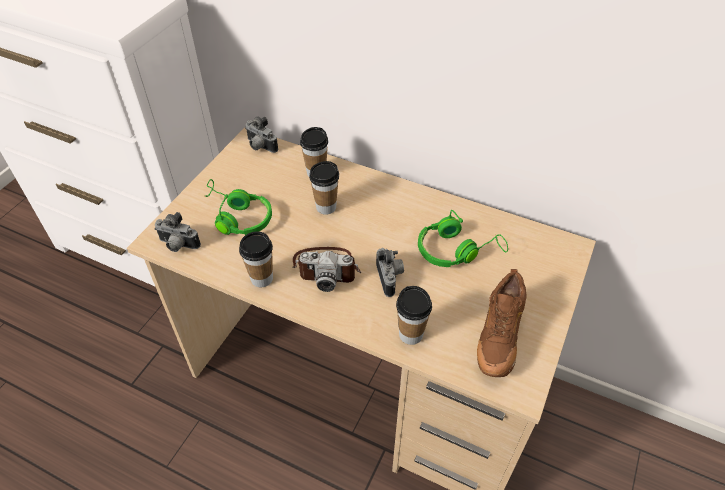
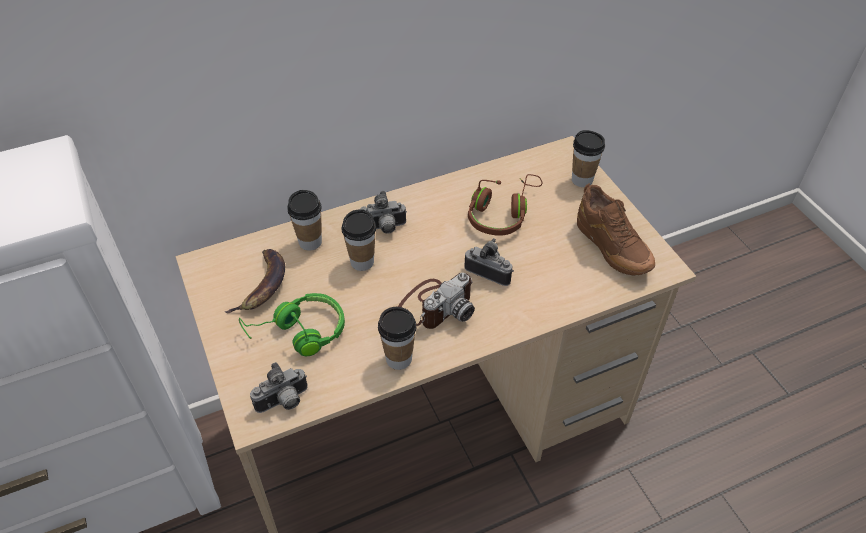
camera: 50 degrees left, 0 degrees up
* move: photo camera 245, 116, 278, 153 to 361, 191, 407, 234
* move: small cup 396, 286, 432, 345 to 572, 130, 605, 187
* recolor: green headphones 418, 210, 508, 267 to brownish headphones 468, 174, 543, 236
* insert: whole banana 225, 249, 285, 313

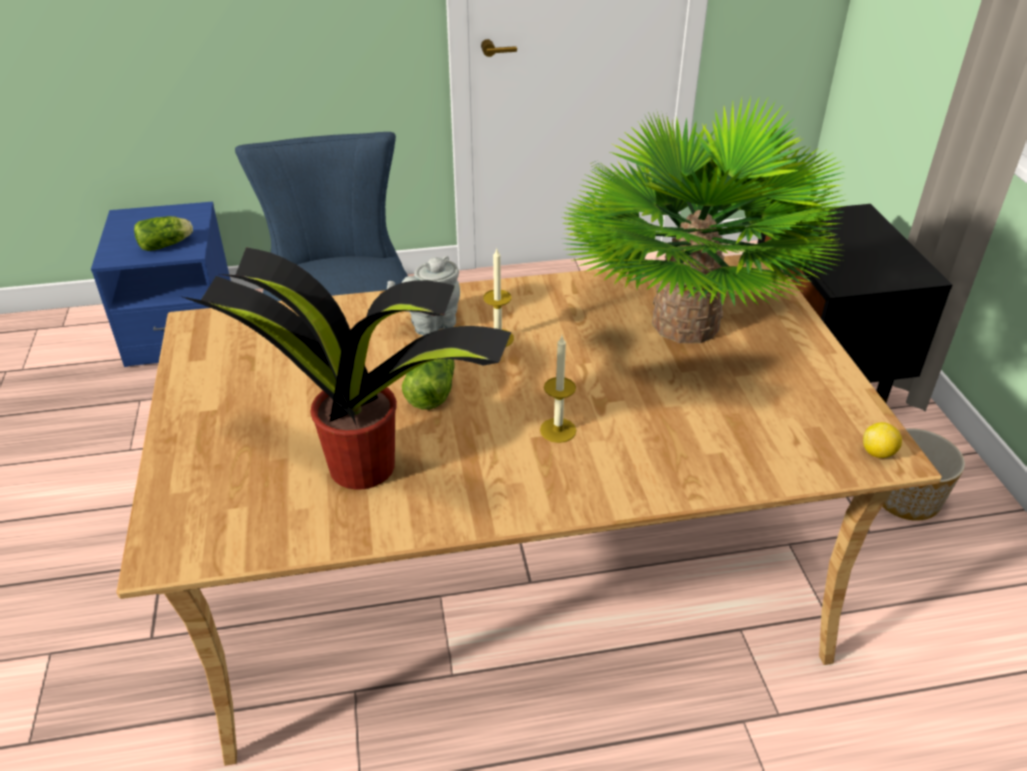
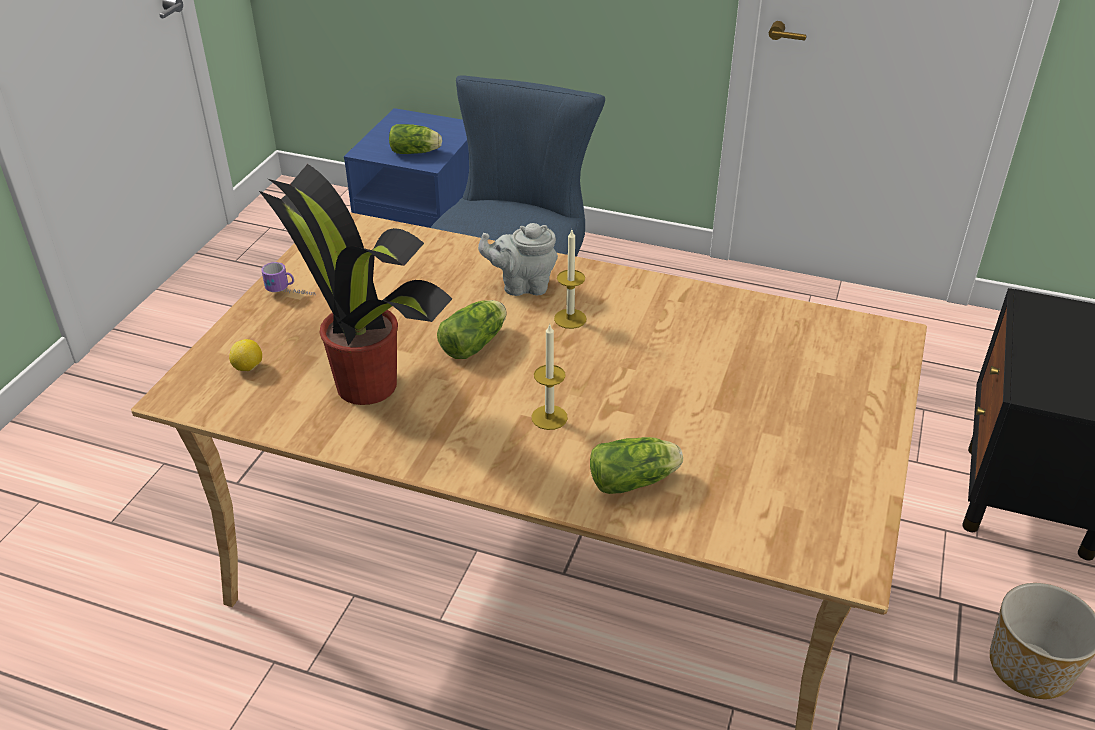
camera: 30 degrees right, 0 degrees up
* delete: plant in a pot 562, 96, 845, 343
* move: lemon 863, 422, 902, 458 to 229, 339, 262, 371
* insert: mug 261, 262, 315, 295
* insert: head of lettuce 590, 437, 683, 494

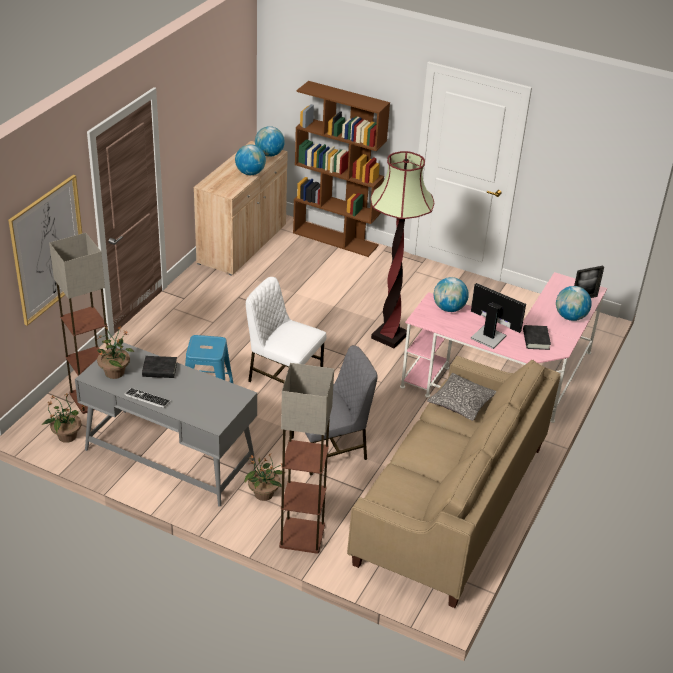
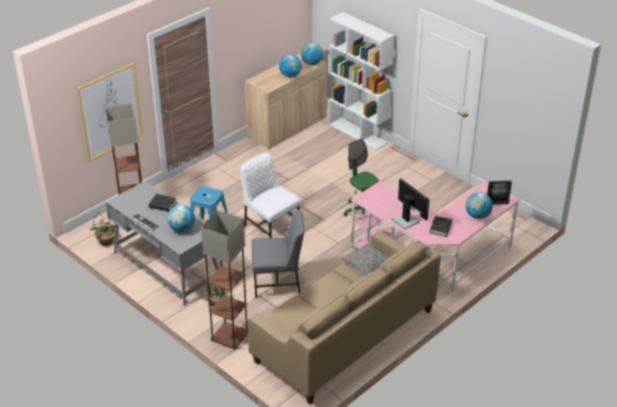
camera: 20 degrees right, 0 degrees up
* delete: plant in a pot 97, 325, 134, 379
* recolor: brownish shelving unit 293, 81, 390, 257 to whitish shelving unit 328, 12, 394, 150
* replace: floor lamp 370, 151, 434, 348 to green office chair 344, 138, 379, 216
* move: globe 434, 277, 469, 312 to 167, 205, 195, 232

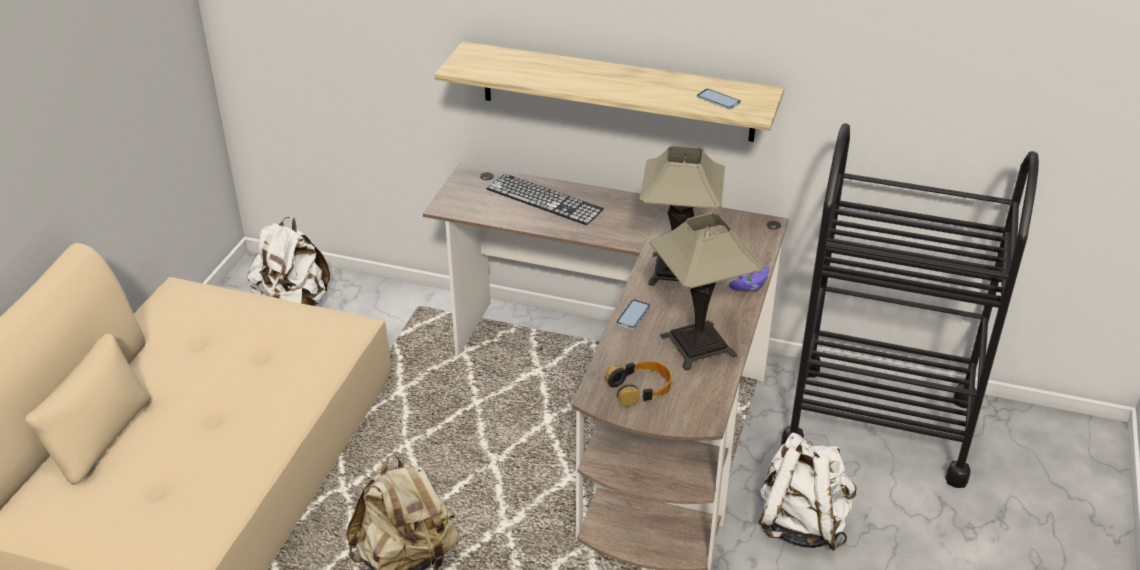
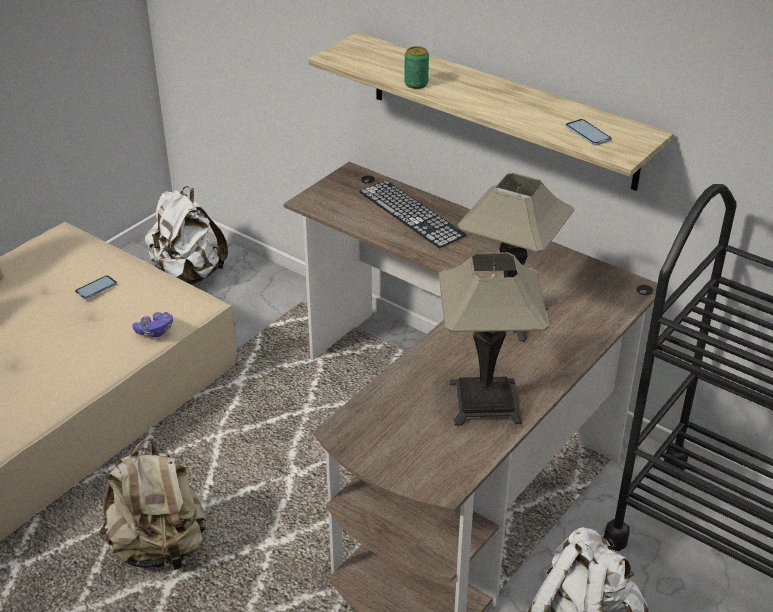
camera: 20 degrees right, 0 degrees up
* delete: headphones 605, 361, 671, 407
* move: telephone 616, 299, 650, 329 to 75, 275, 117, 299
* move: purplish game controller 729, 265, 769, 291 to 132, 312, 173, 337
* insert: can 404, 46, 429, 89

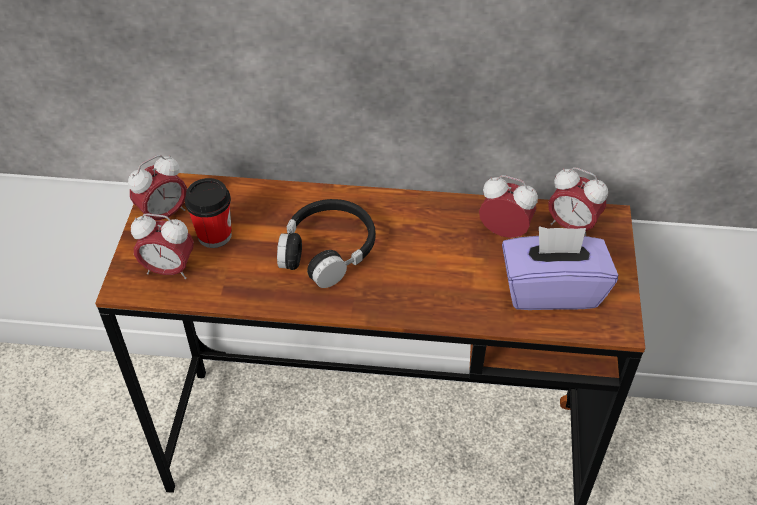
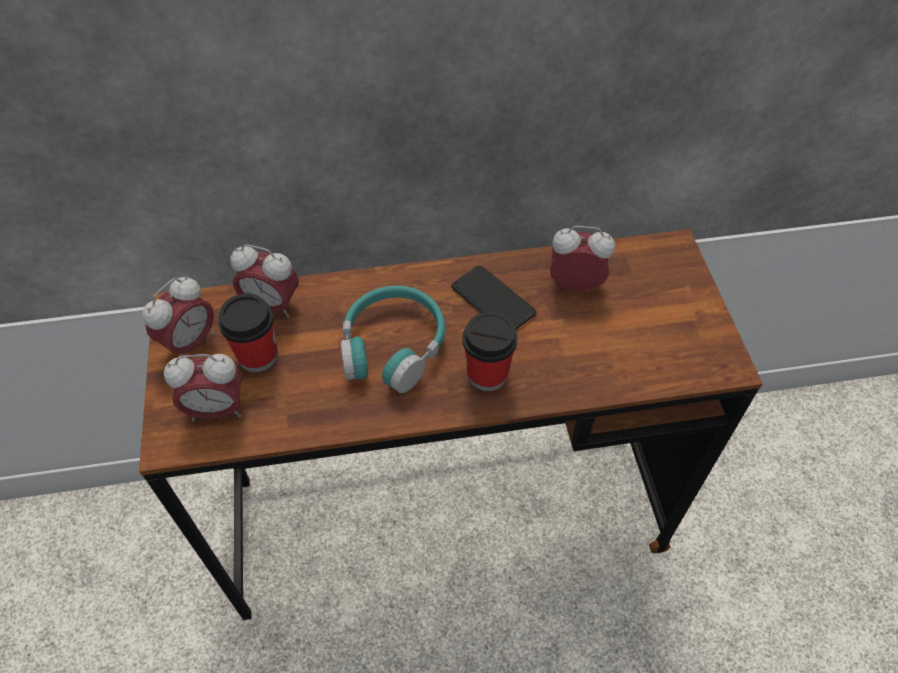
camera: 15 degrees left, 5 degrees up
* recolor: black-coloured headphones 277, 199, 376, 288 to turquoise headphones 341, 286, 446, 393
* delete: purplish tissue holder 502, 226, 618, 310
* move: table clock 548, 167, 608, 236 to 230, 244, 299, 318
* insert: telephone 451, 266, 536, 330
* insert: small cup 462, 312, 518, 391

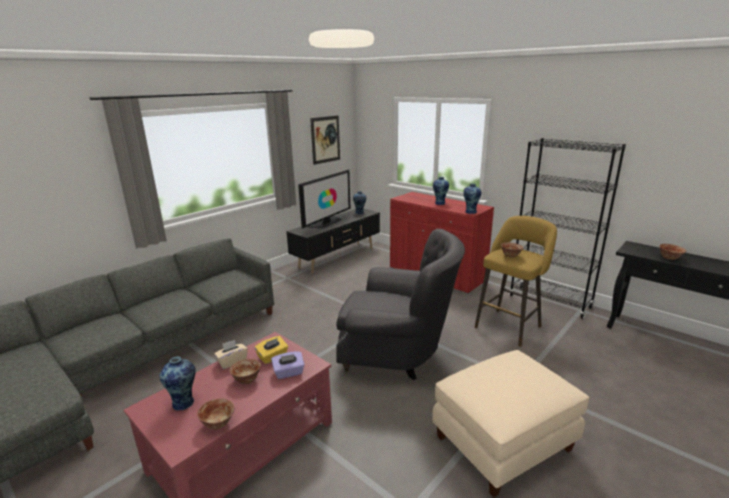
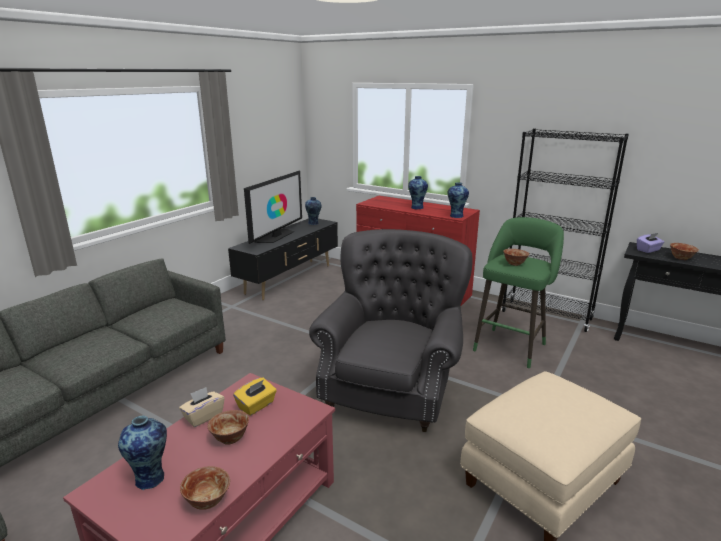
camera: 10 degrees left, 0 degrees up
* move: purplish tissue holder 271, 351, 304, 379 to 637, 233, 664, 253
* delete: wall art 310, 115, 340, 165
* rotate: gray lounge chair 336, 229, 465, 380 = 309, 229, 473, 432 75 degrees counterclockwise
* recolor: yellow sitting stool 475, 216, 557, 346 to green sitting stool 473, 217, 564, 368

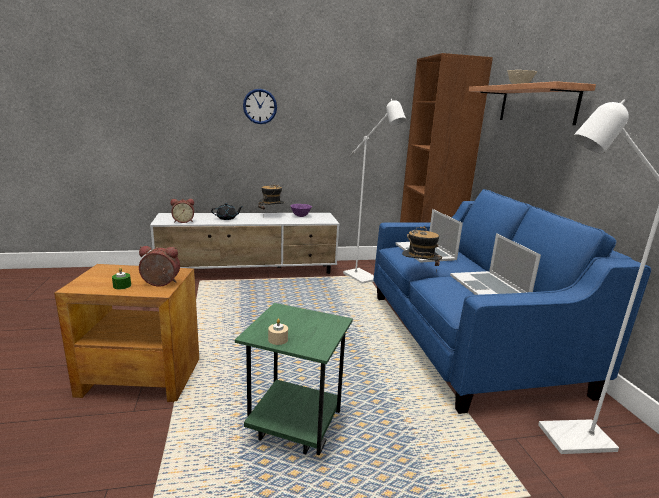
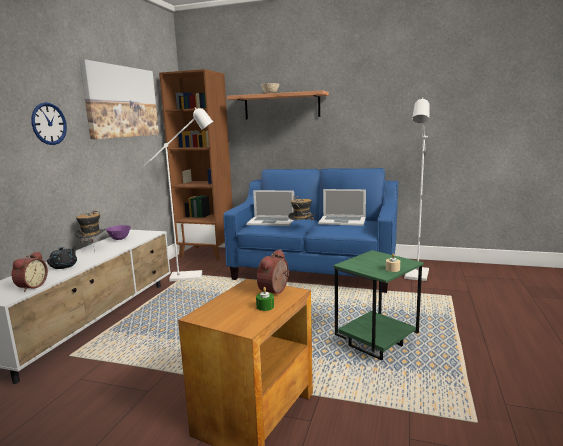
camera: 60 degrees left, 5 degrees down
* insert: wall art 80, 59, 159, 139

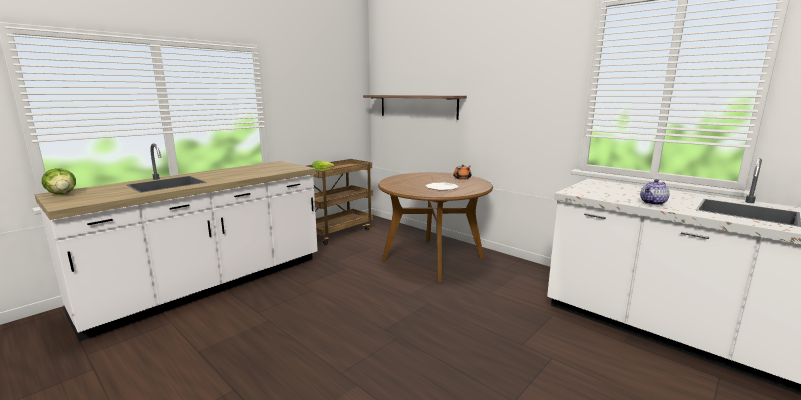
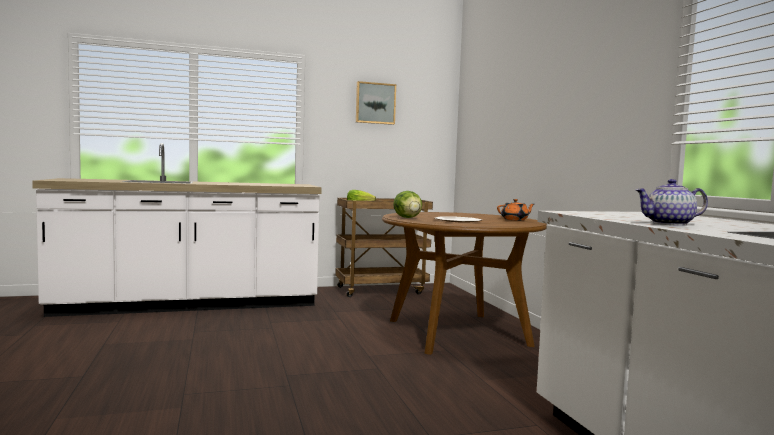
camera: 30 degrees right, 10 degrees down
* move: head of lettuce 42, 168, 76, 194 to 393, 191, 422, 218
* delete: wall shelf 363, 95, 467, 120
* insert: wall art 356, 81, 396, 125

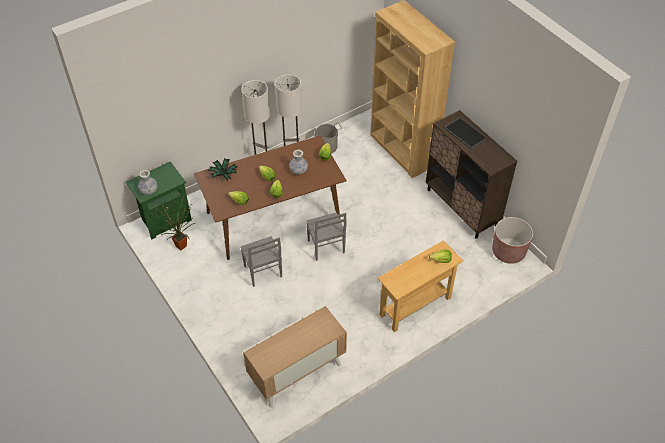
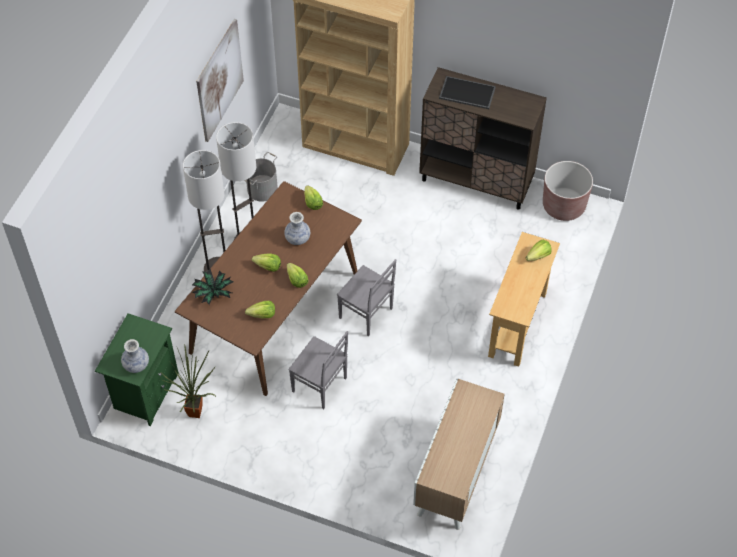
camera: 35 degrees left, 5 degrees up
* insert: wall art 196, 19, 244, 142

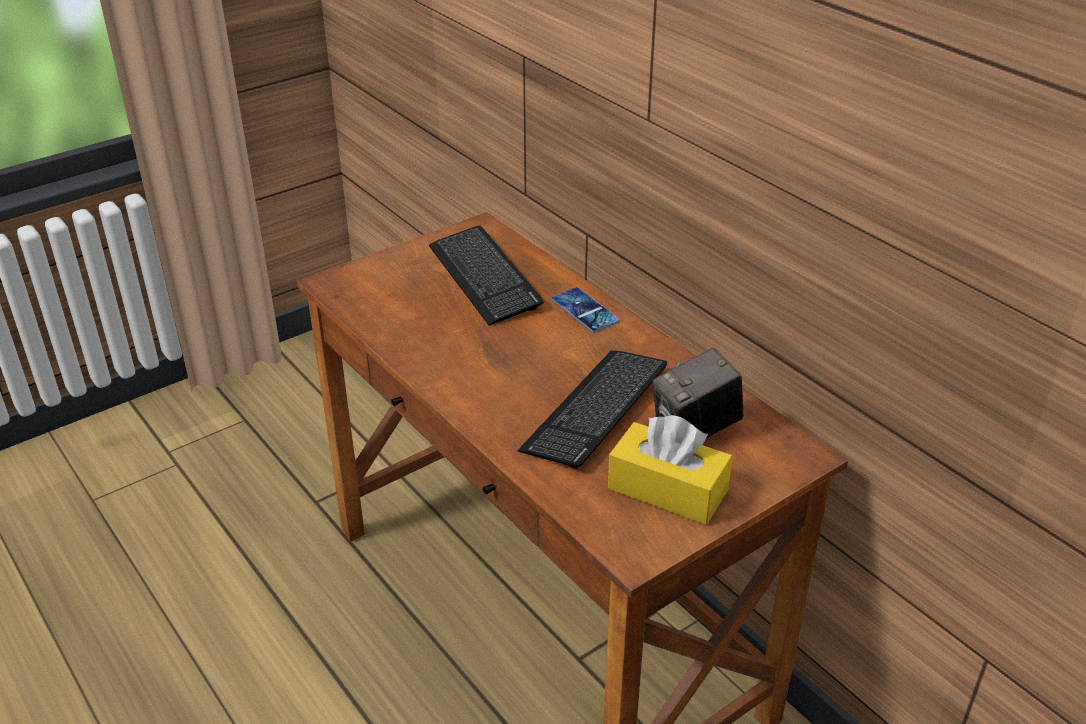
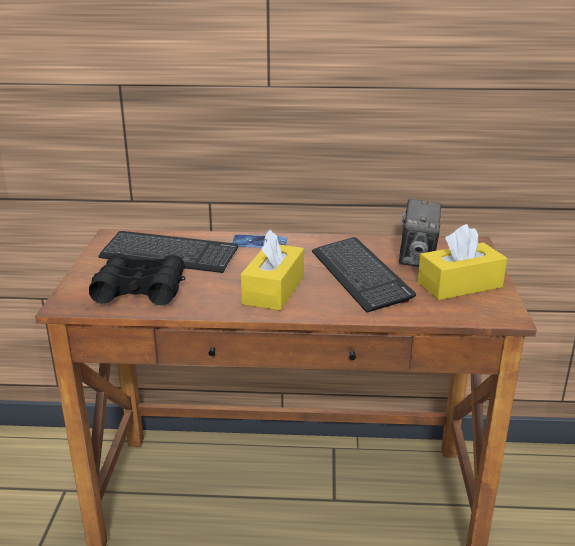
camera: 50 degrees left, 10 degrees down
* insert: black-coloured field glasses 89, 253, 186, 305
* insert: yellow tissue holder 240, 229, 304, 311

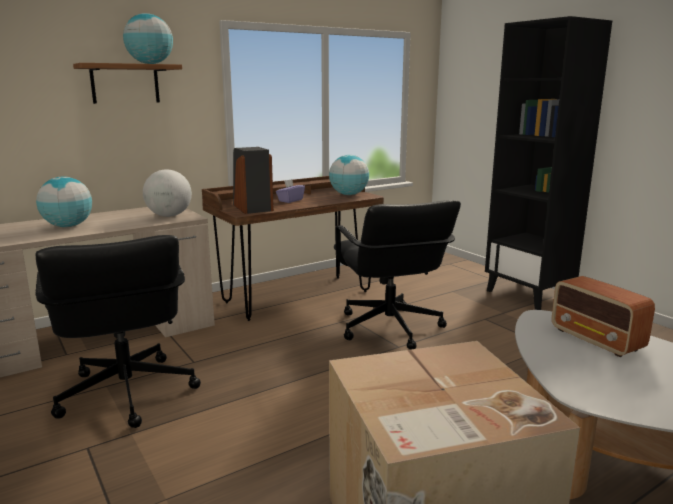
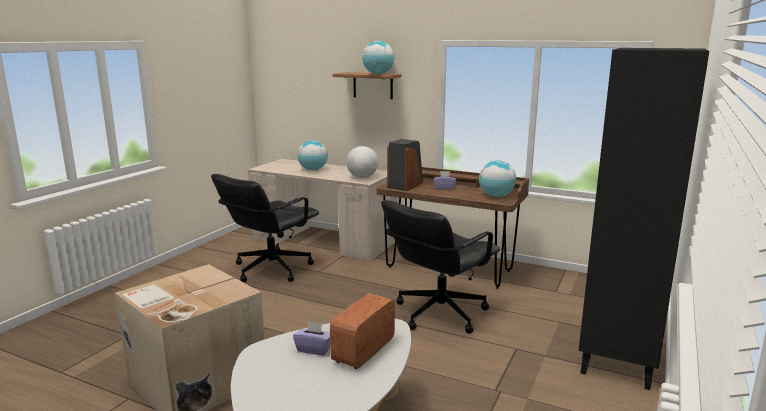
camera: 60 degrees right, 0 degrees up
* insert: purplish tissue holder 293, 321, 330, 356

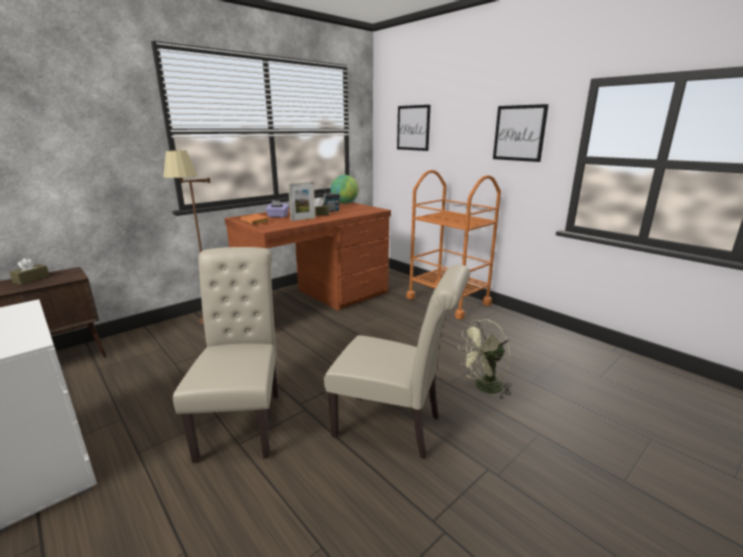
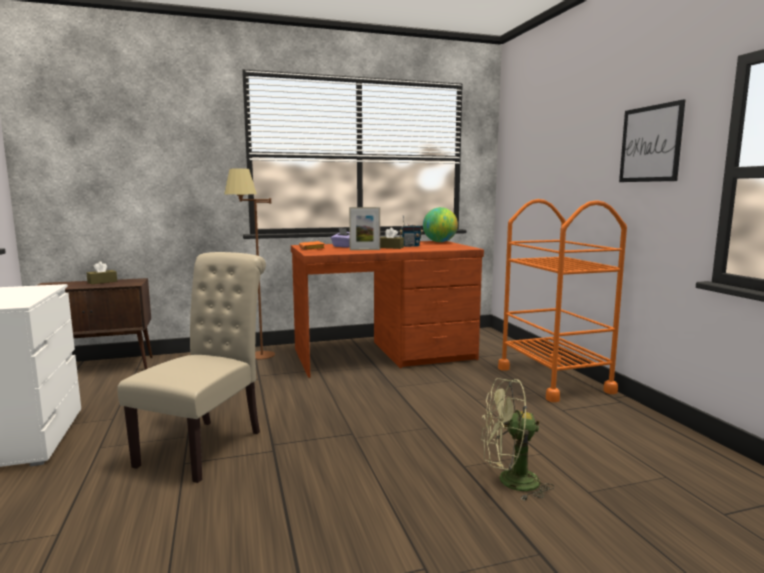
camera: 25 degrees right, 10 degrees down
* delete: sand-coloured plain chair 324, 264, 470, 459
* delete: wall art 397, 105, 430, 151

